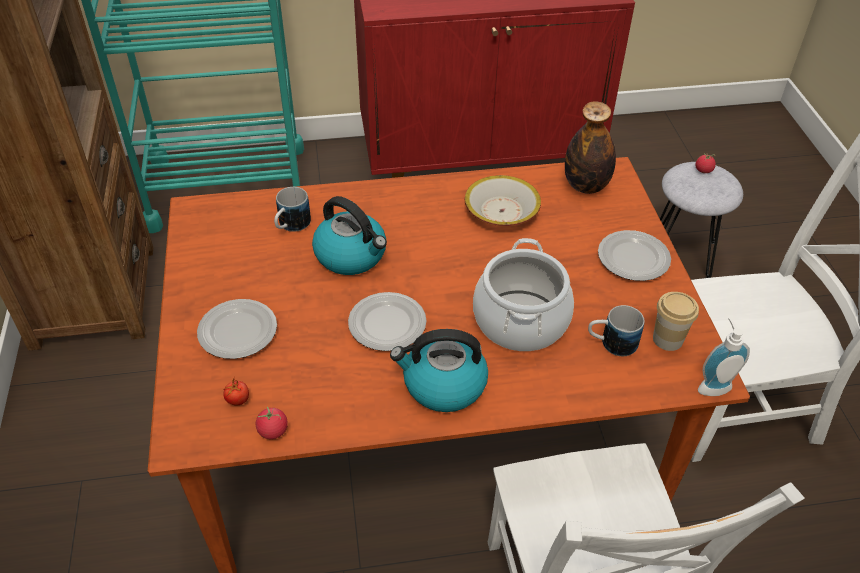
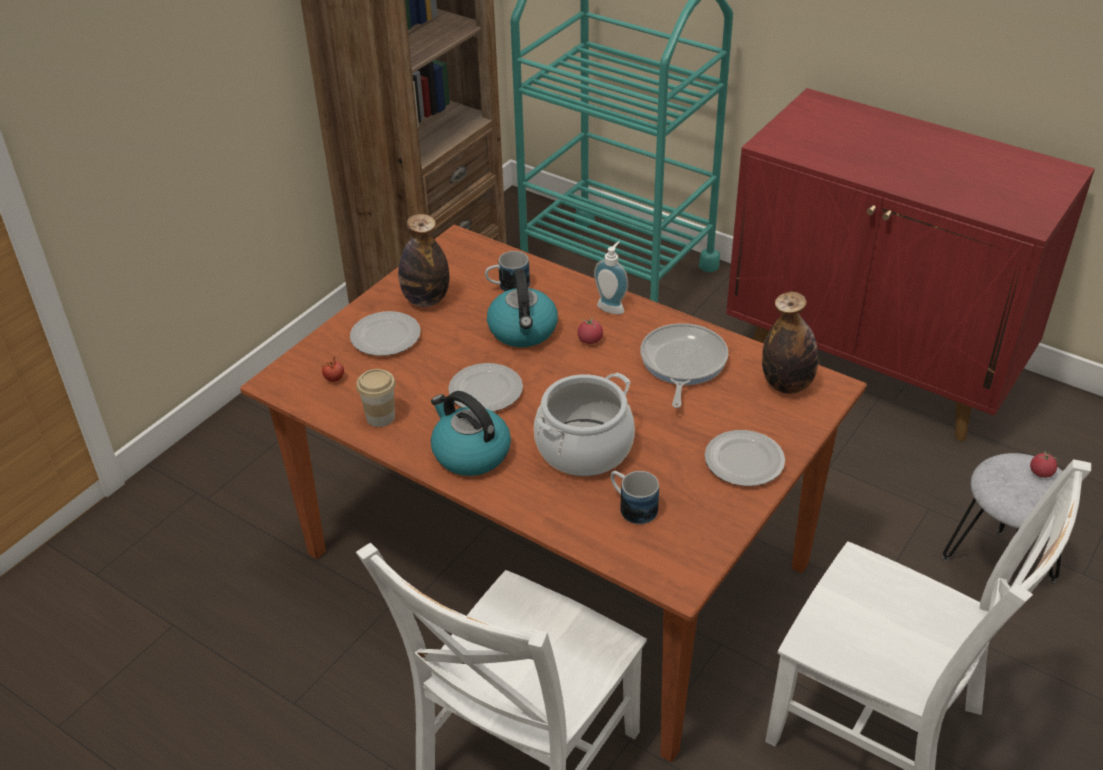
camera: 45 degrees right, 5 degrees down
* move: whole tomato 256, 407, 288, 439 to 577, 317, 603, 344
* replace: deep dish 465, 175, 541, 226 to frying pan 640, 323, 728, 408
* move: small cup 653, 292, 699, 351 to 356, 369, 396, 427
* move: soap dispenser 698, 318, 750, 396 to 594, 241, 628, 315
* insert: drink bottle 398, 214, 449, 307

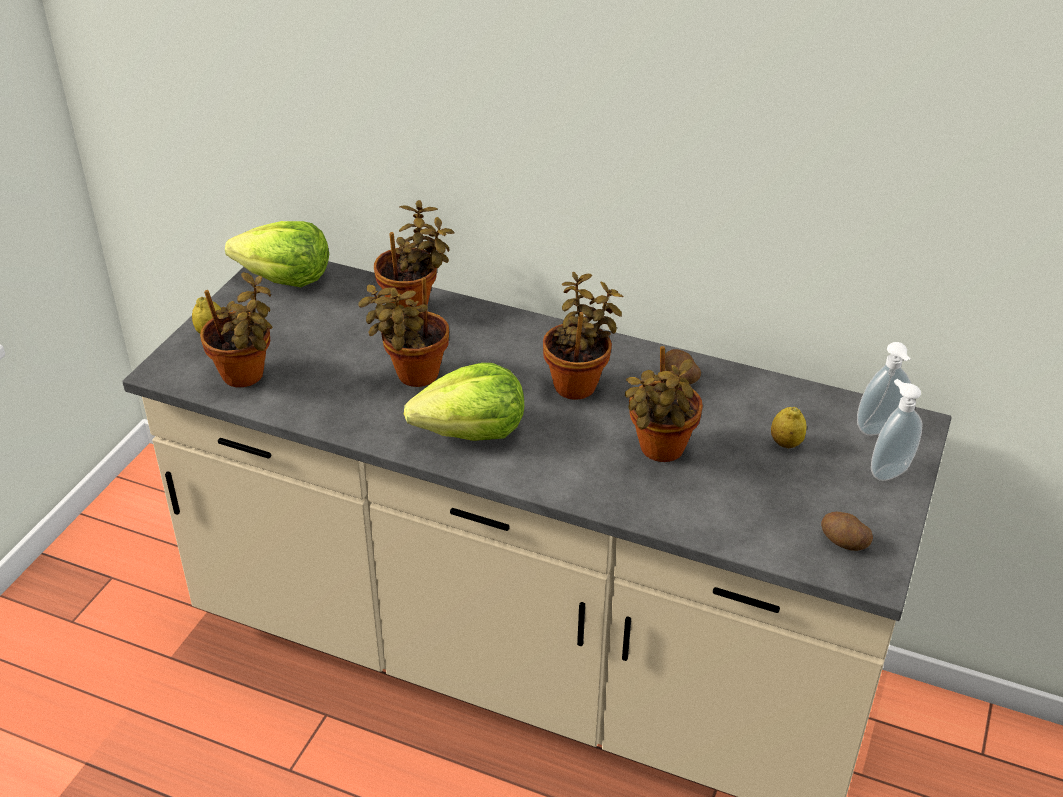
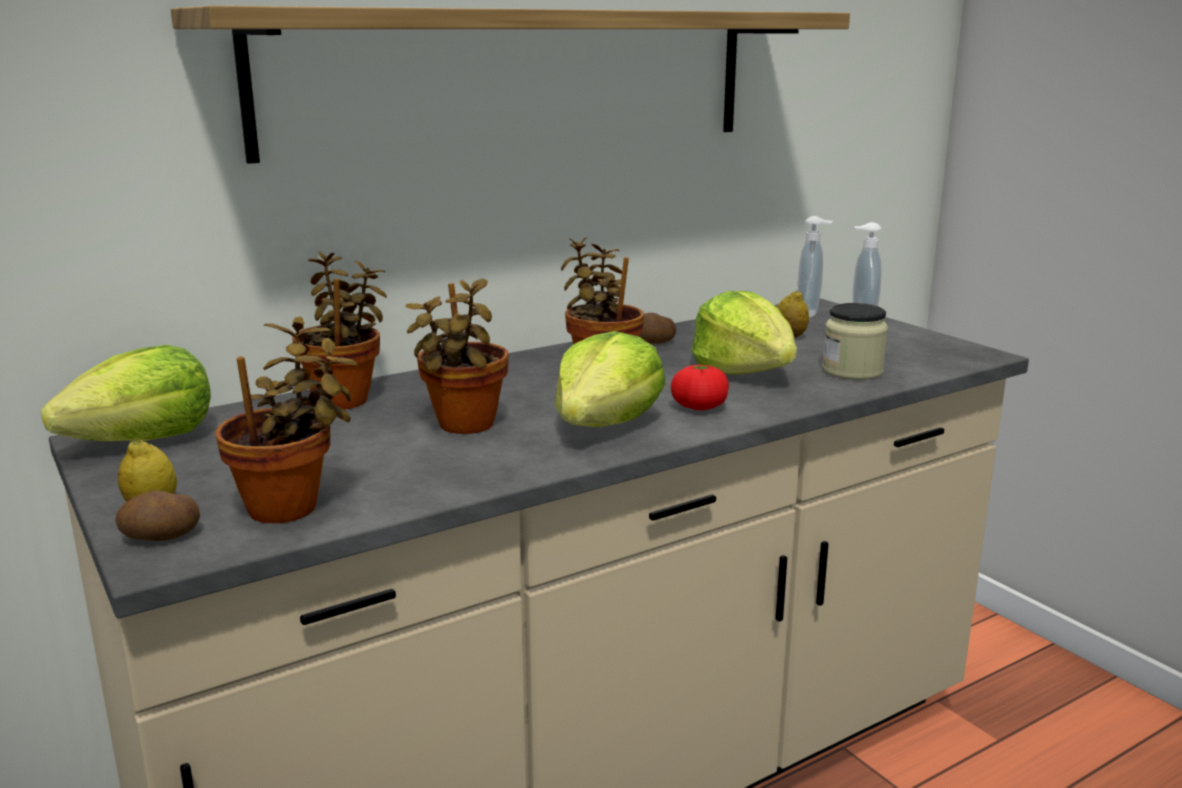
camera: 55 degrees left, 20 degrees down
* replace: plant in a pot 625, 346, 703, 462 to head of lettuce 691, 291, 797, 374
* move: spud 821, 512, 873, 551 to 115, 490, 200, 541
* insert: wall shelf 171, 5, 850, 164
* insert: whole tomato 671, 365, 729, 410
* insert: jar 822, 303, 888, 380

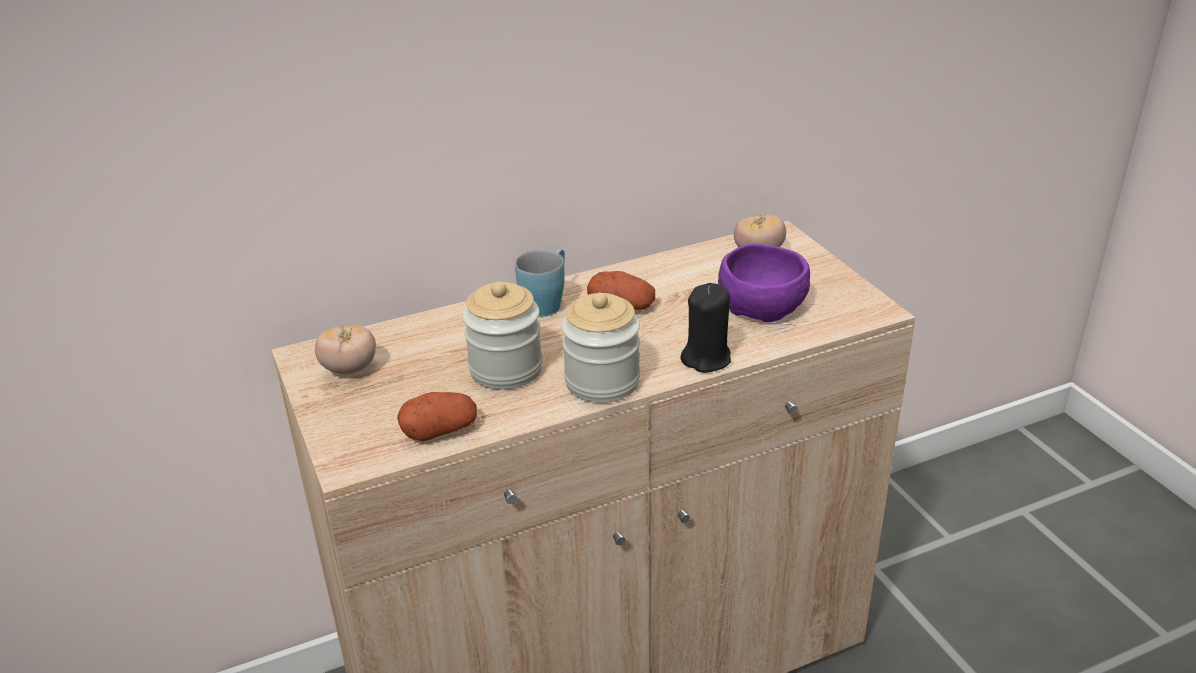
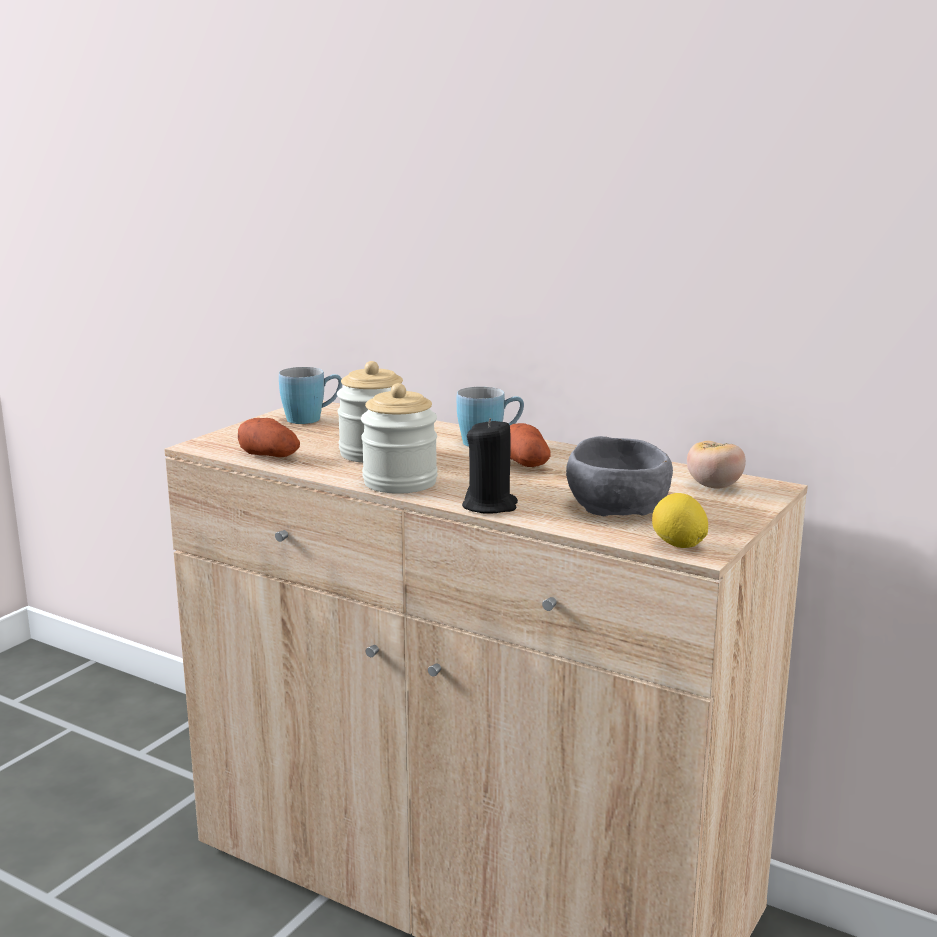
camera: 55 degrees right, 15 degrees down
* replace: whole tomato 315, 325, 376, 374 to bluish mug 279, 367, 342, 424
* recolor: purplish deep dish 718, 244, 810, 322 to gray deep dish 566, 436, 673, 516
* insert: lemon 652, 493, 708, 548

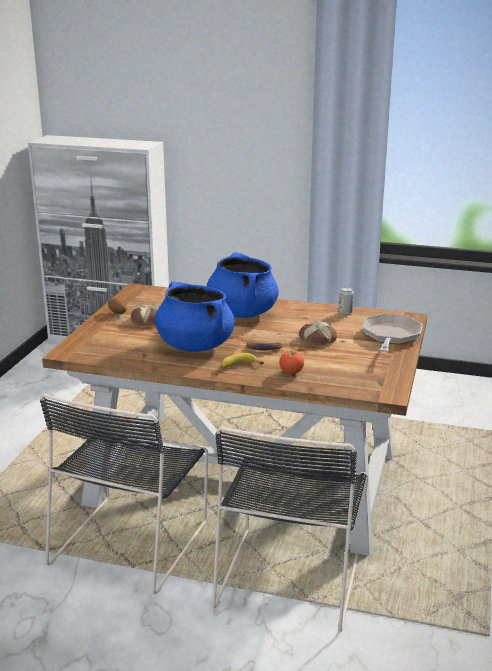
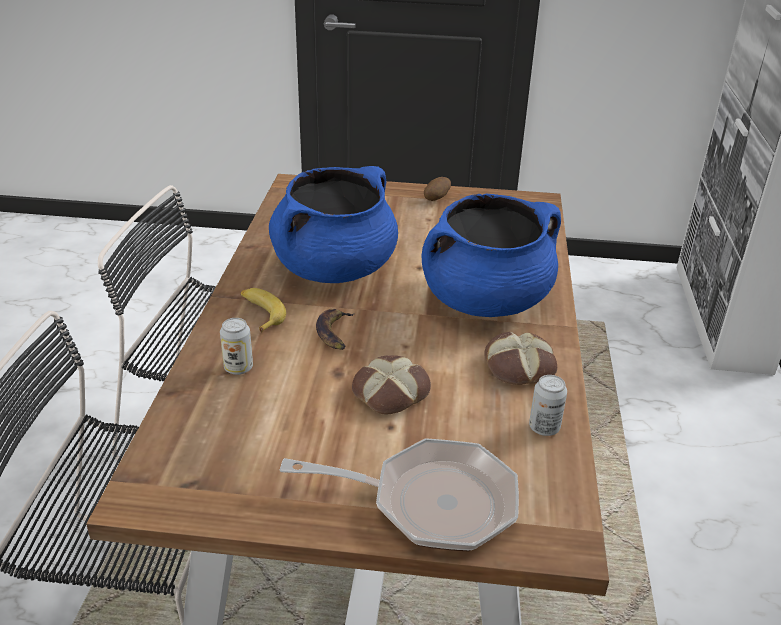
camera: 80 degrees right, 10 degrees up
* move: bakery bread 131, 303, 160, 326 to 484, 332, 557, 385
* replace: whole tomato 279, 350, 304, 374 to can 220, 318, 253, 375

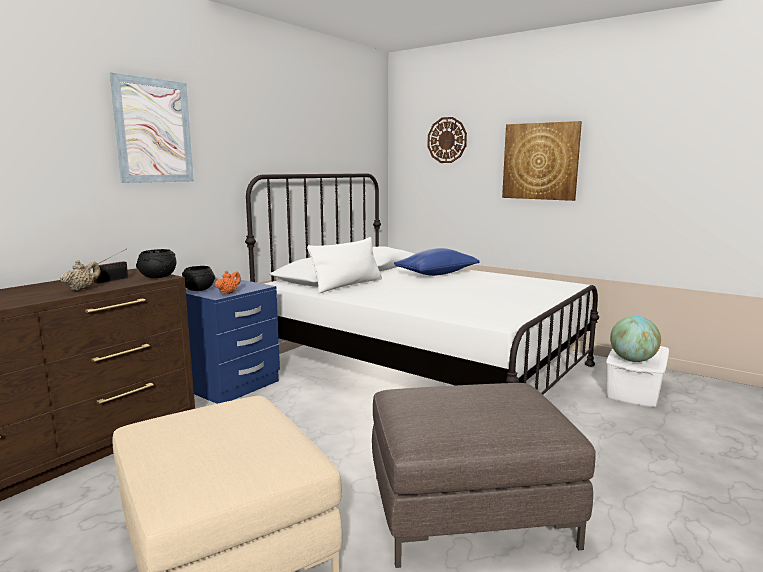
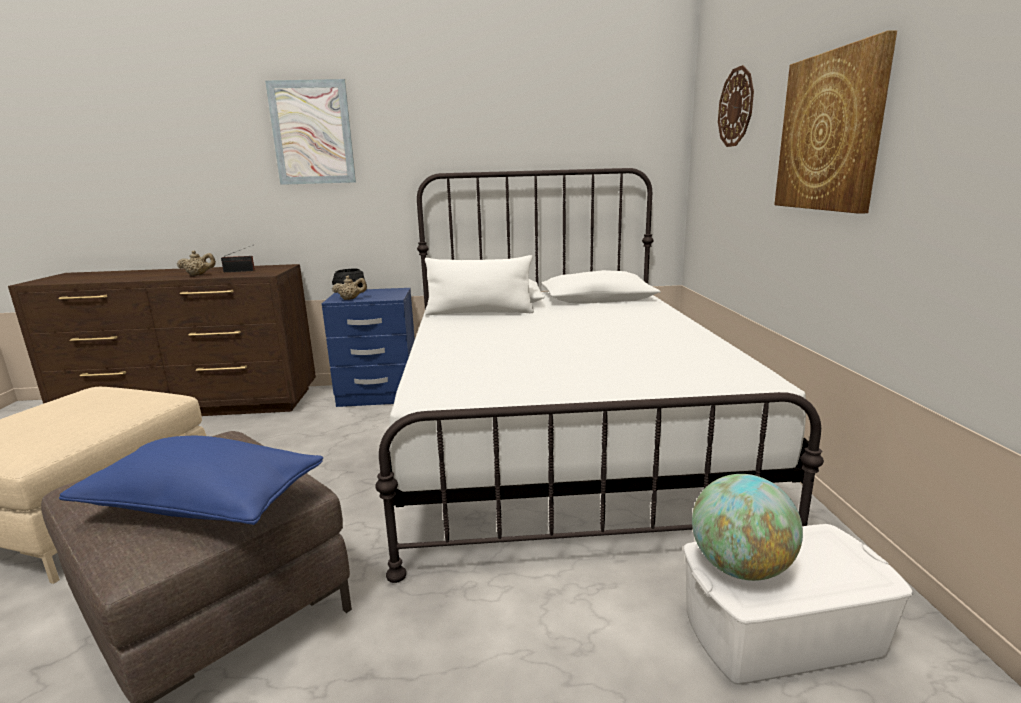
camera: 50 degrees right, 5 degrees up
* delete: black-coloured deep dish 136, 249, 176, 278
* recolor: orange tea pot 215, 271, 241, 294 to sand-coloured tea pot 332, 276, 367, 300
* move: bluish pillow 394, 248, 480, 276 to 59, 436, 323, 525

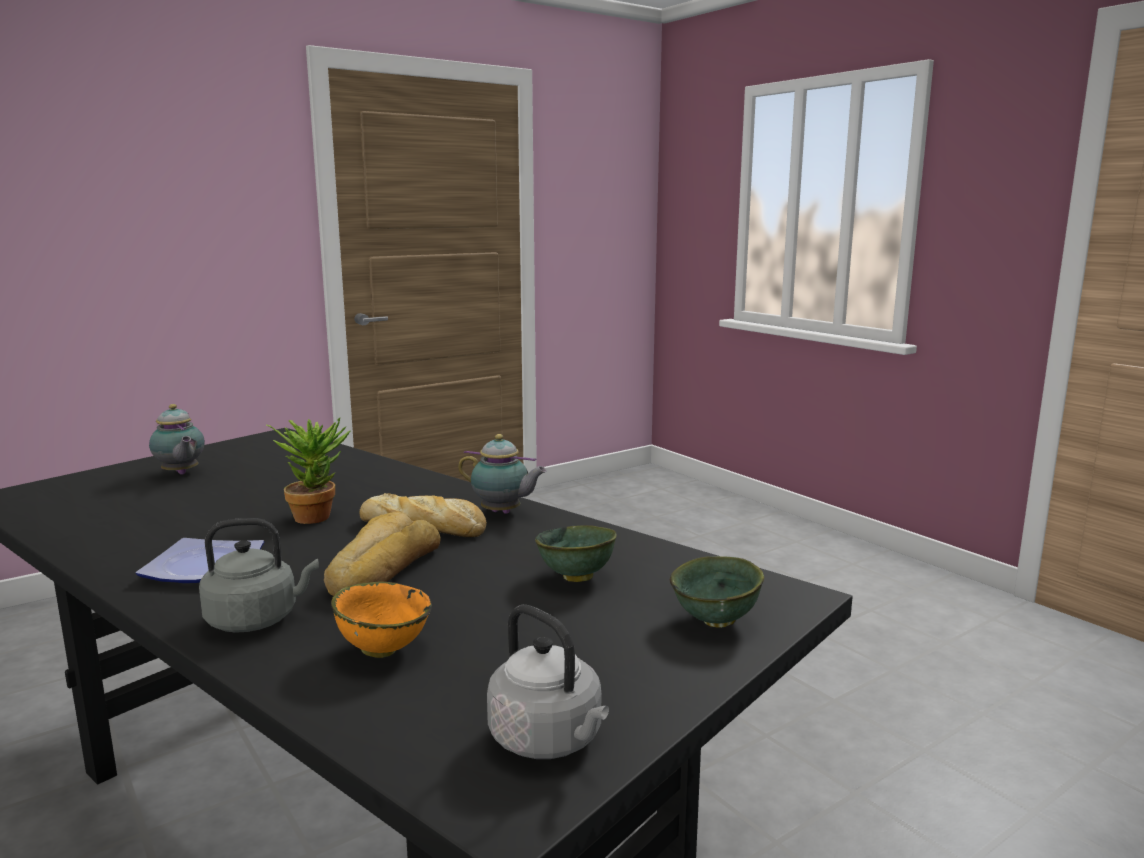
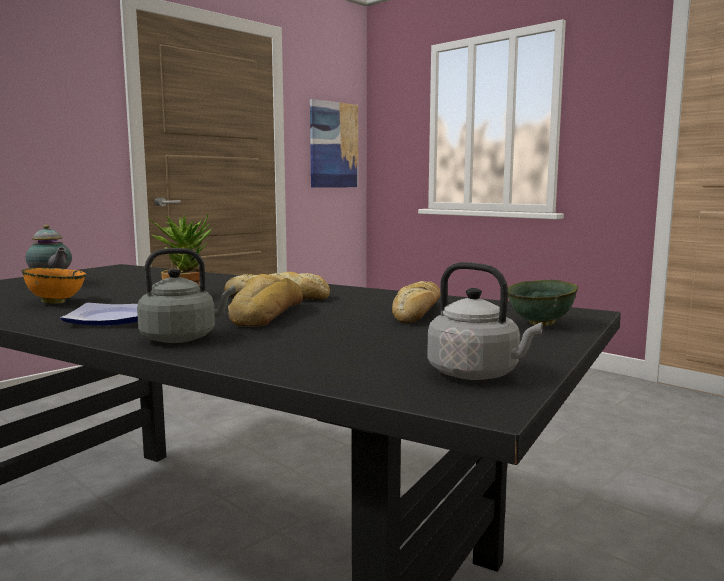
camera: 10 degrees left, 5 degrees down
* move: orange deep dish 331, 582, 432, 658 to 22, 268, 86, 304
* delete: tea pot 458, 434, 547, 514
* replace: green deep dish 535, 525, 617, 582 to bakery bread 392, 281, 440, 323
* insert: wall art 310, 99, 358, 187

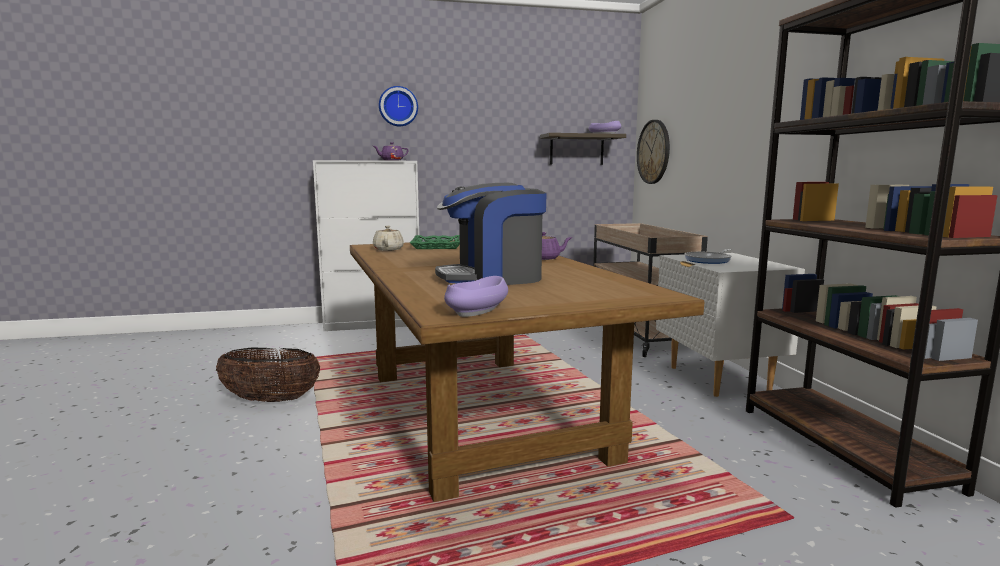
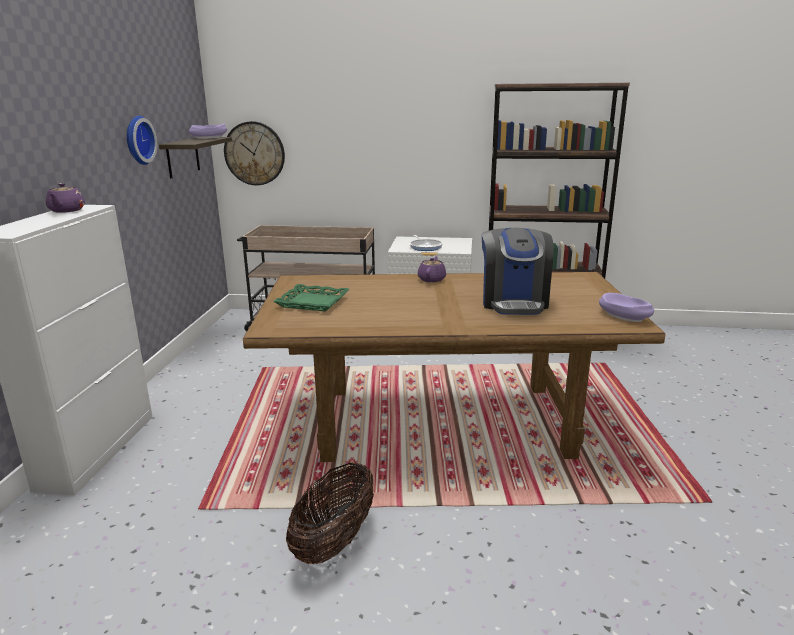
camera: 70 degrees left, 10 degrees up
* delete: sand-coloured tea pot 373, 226, 404, 251
* move: clock on the wall 379, 86, 418, 126 to 127, 116, 157, 165

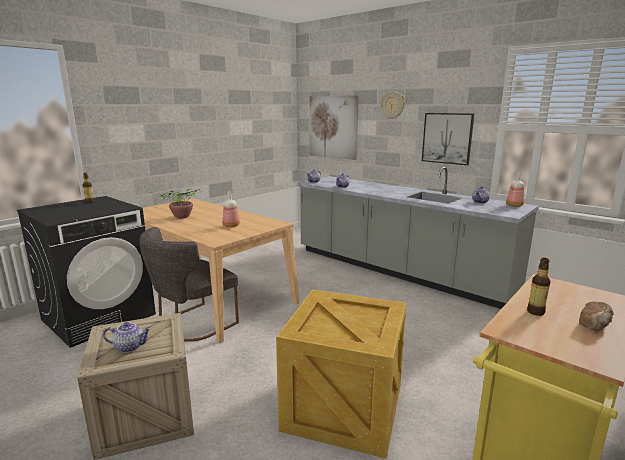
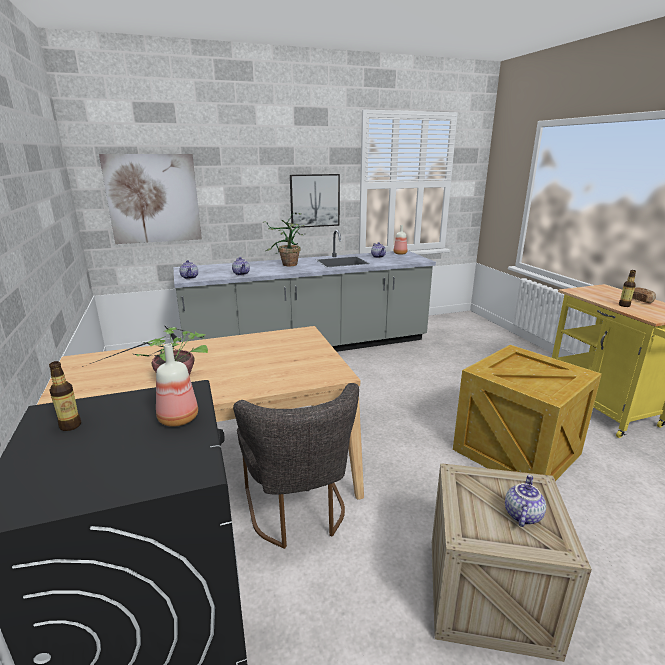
camera: 60 degrees left, 5 degrees up
* move: drink bottle 222, 191, 240, 227 to 156, 344, 198, 427
* delete: clock on the wall 381, 91, 405, 119
* insert: plant in a pot 262, 213, 305, 266

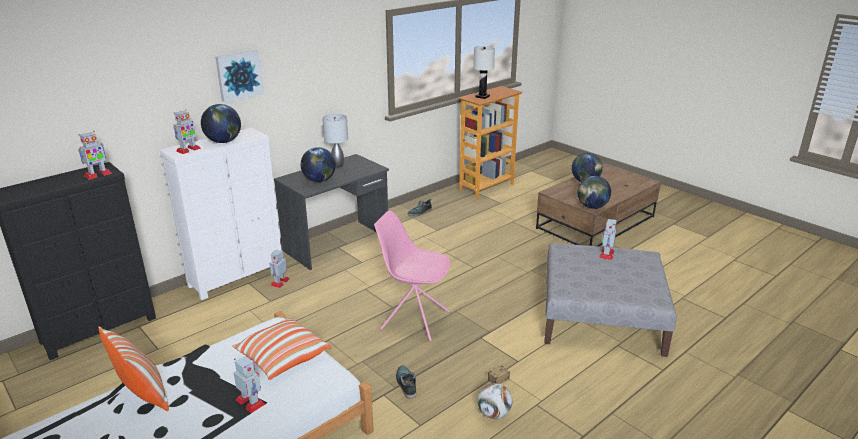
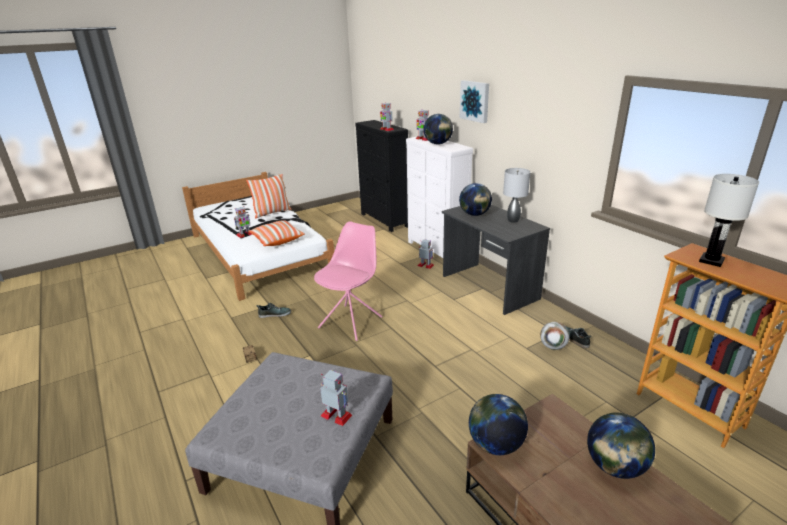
camera: 100 degrees right, 0 degrees up
* move: ball for football 477, 383, 512, 419 to 540, 322, 569, 350

